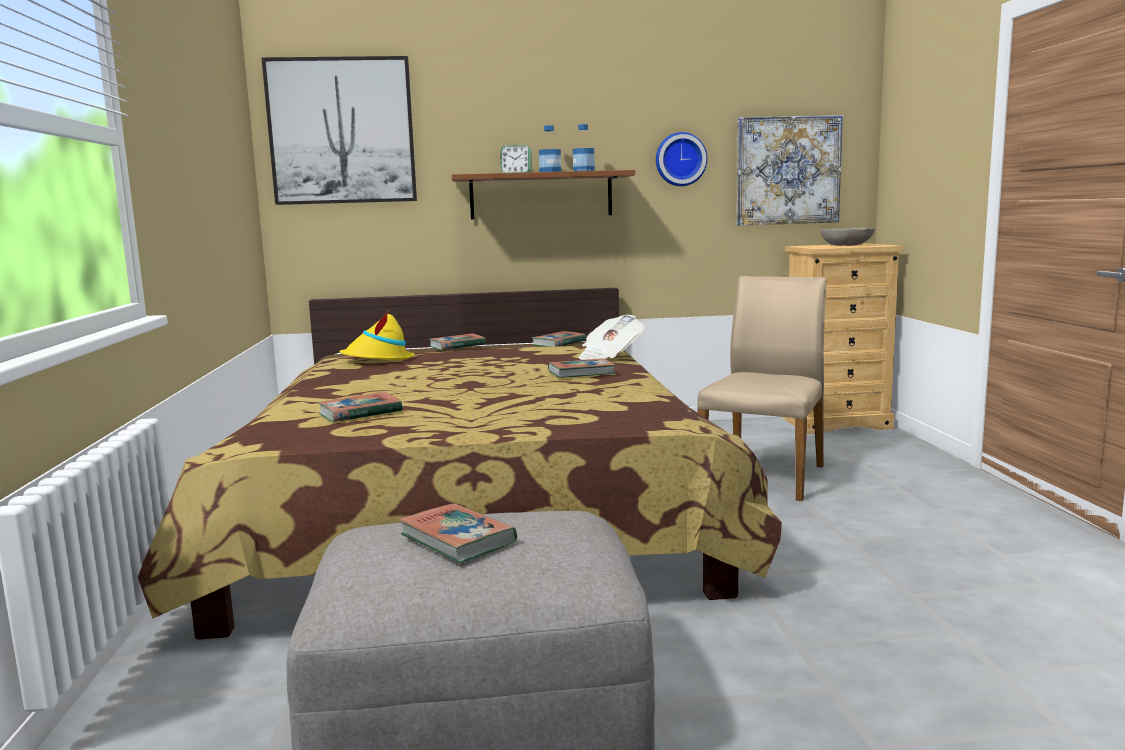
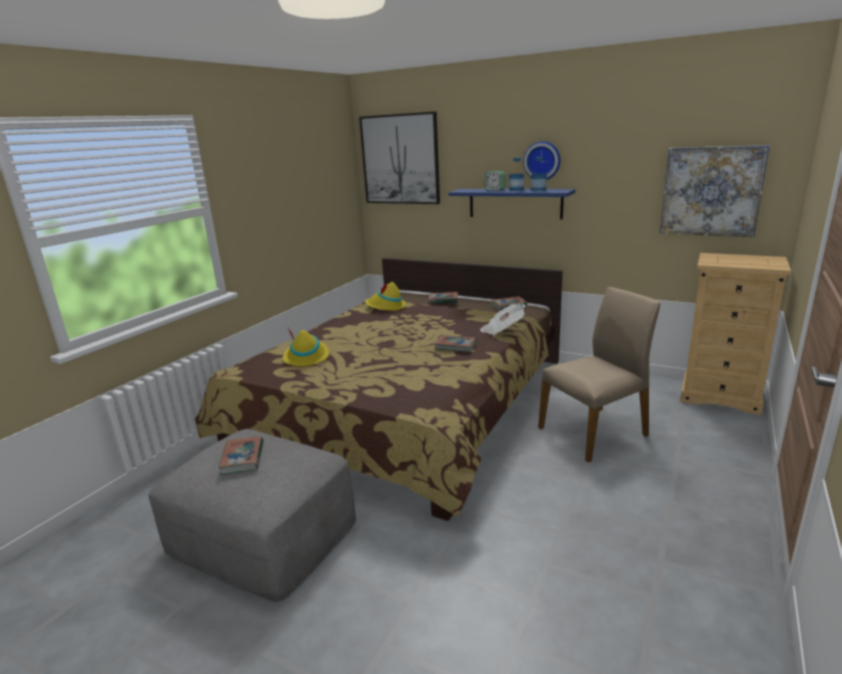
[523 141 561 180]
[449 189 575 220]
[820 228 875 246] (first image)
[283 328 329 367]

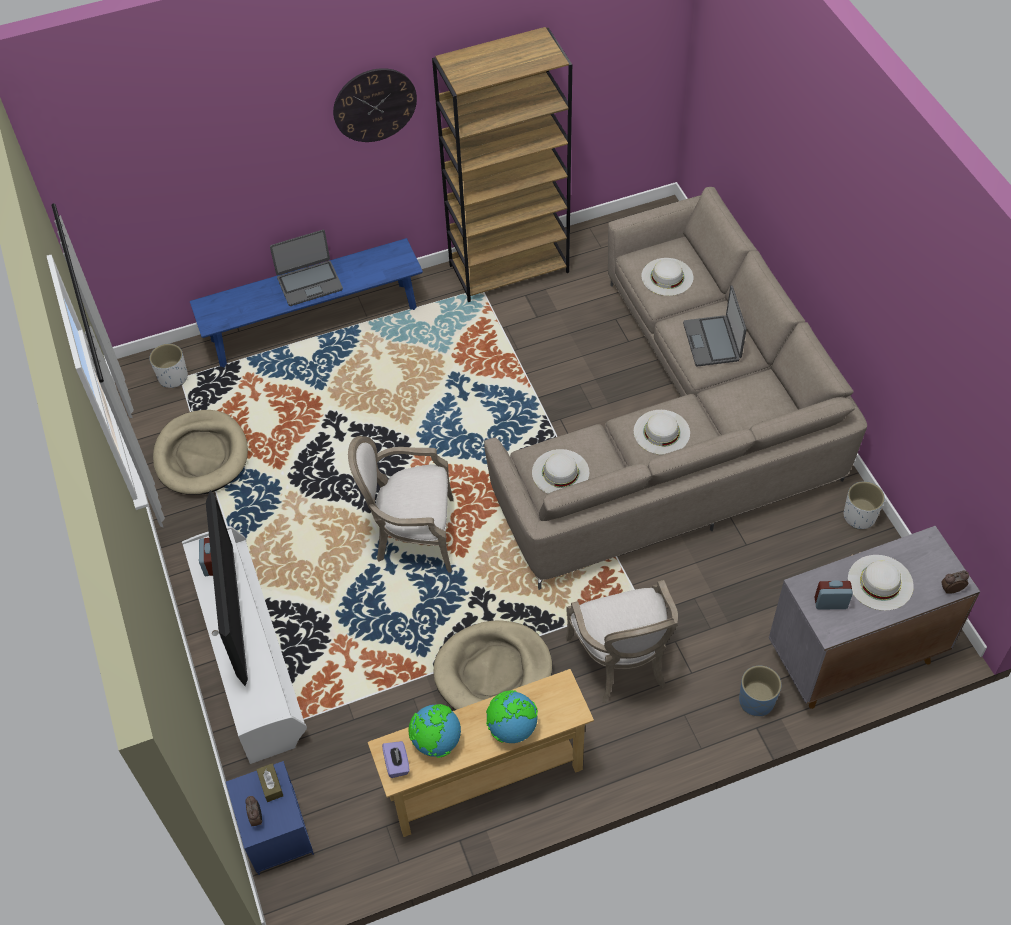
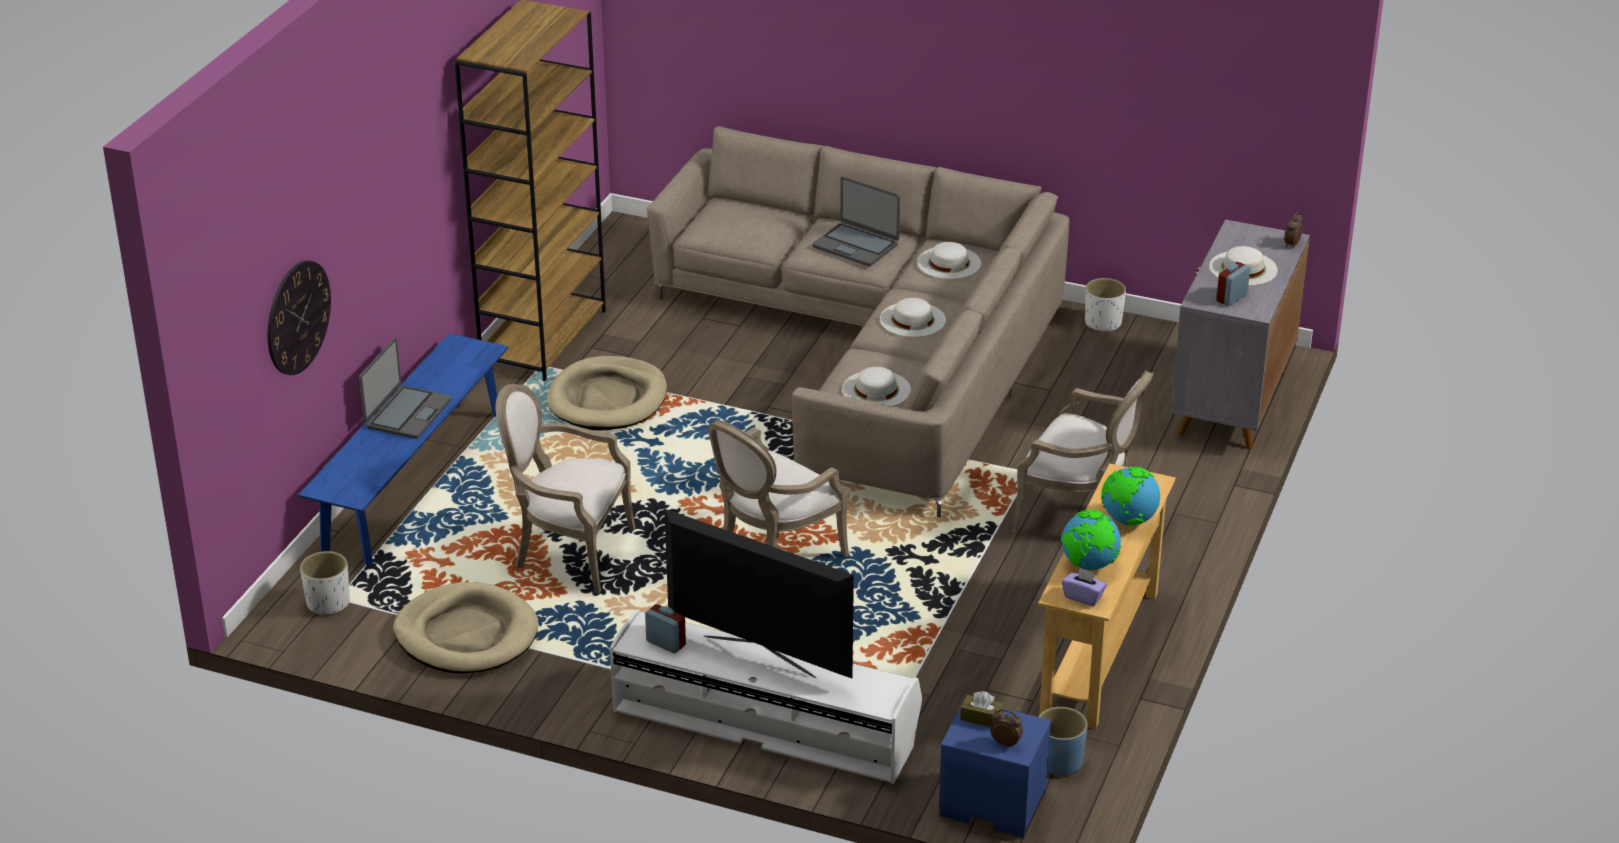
[268 261 331 375]
[917 242 981 279]
[547 356 667 431]
[1038 707 1088 777]
[496 384 636 594]

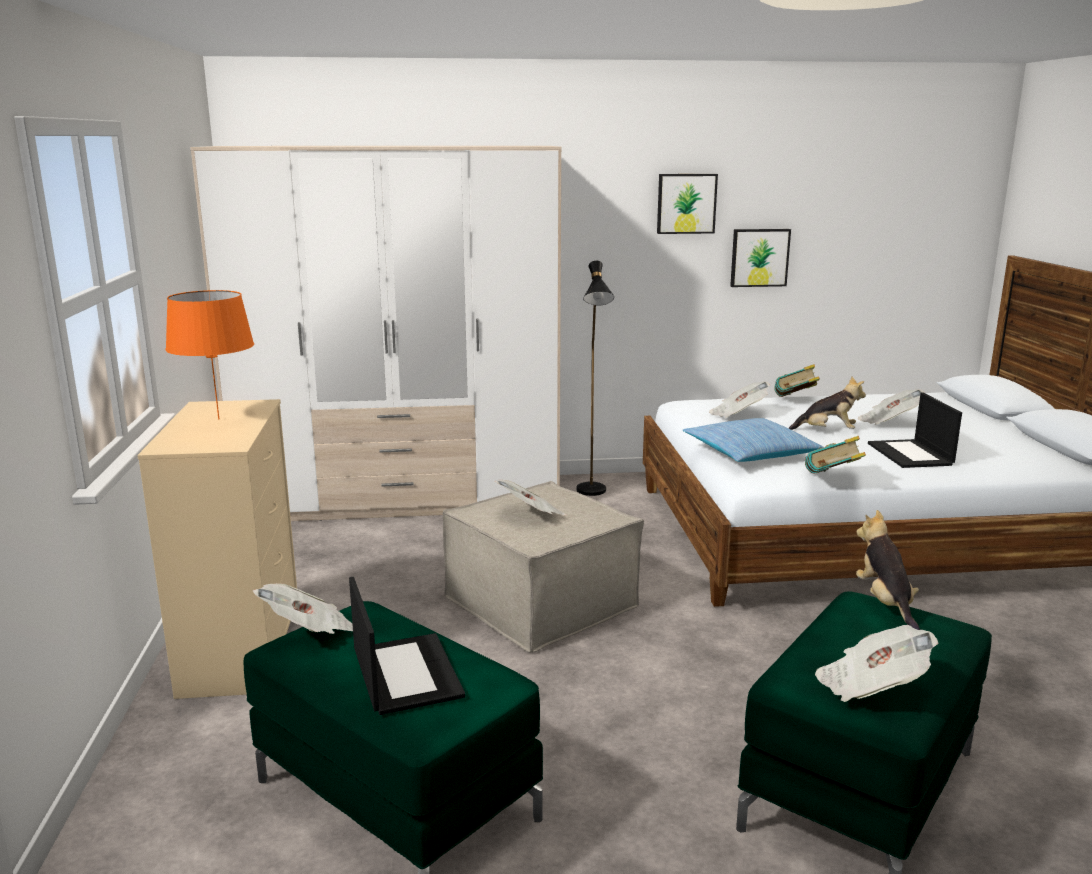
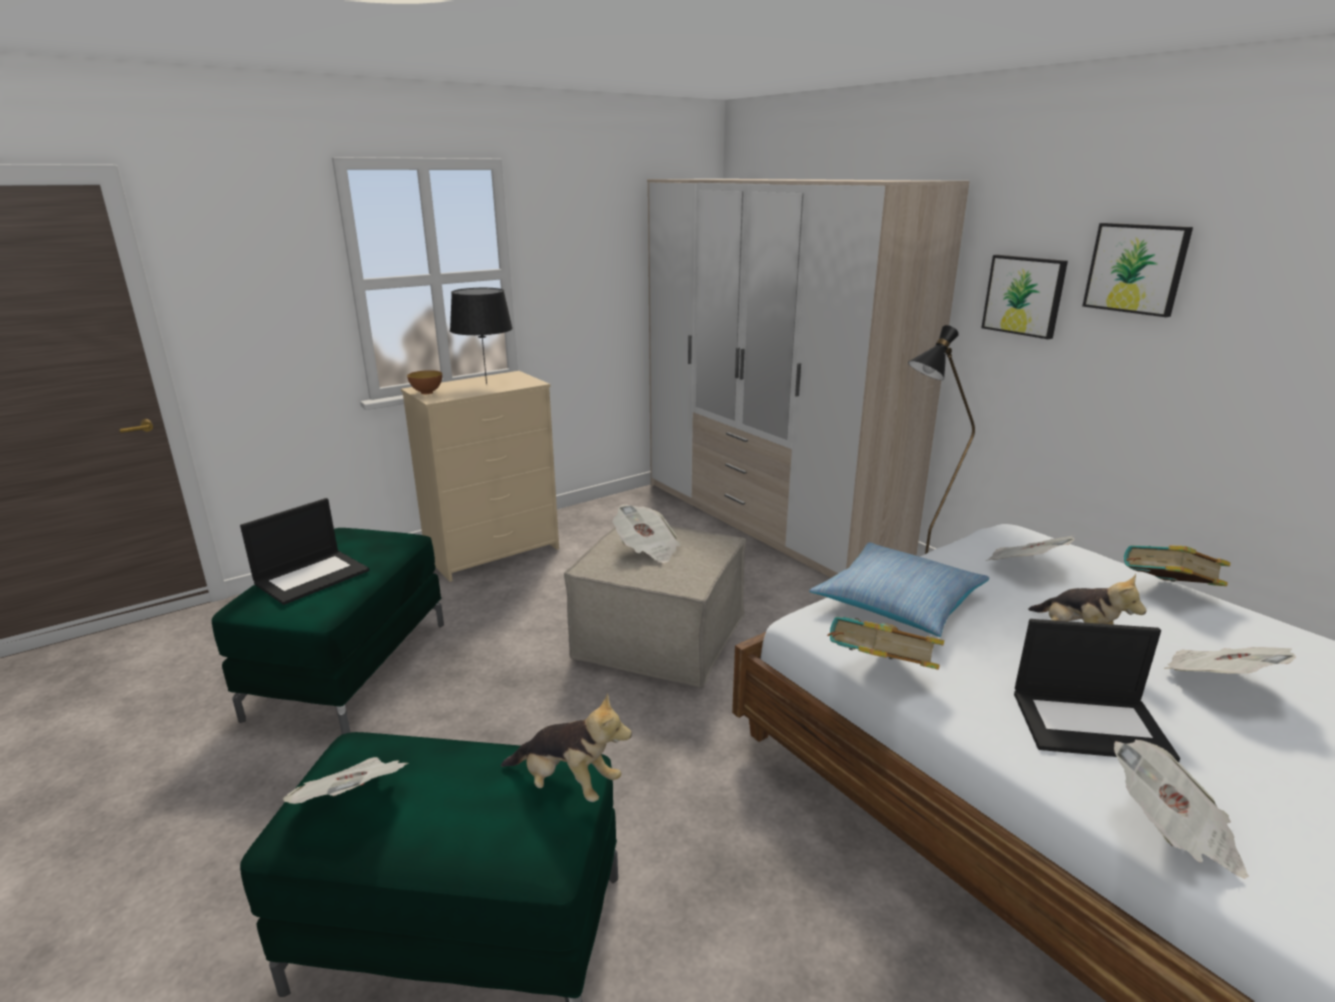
[981 255 1068 339]
[450 288 513 384]
[1014 619 1180 762]
[501 693 632 802]
[1114 739 1249 878]
[407 370 442 394]

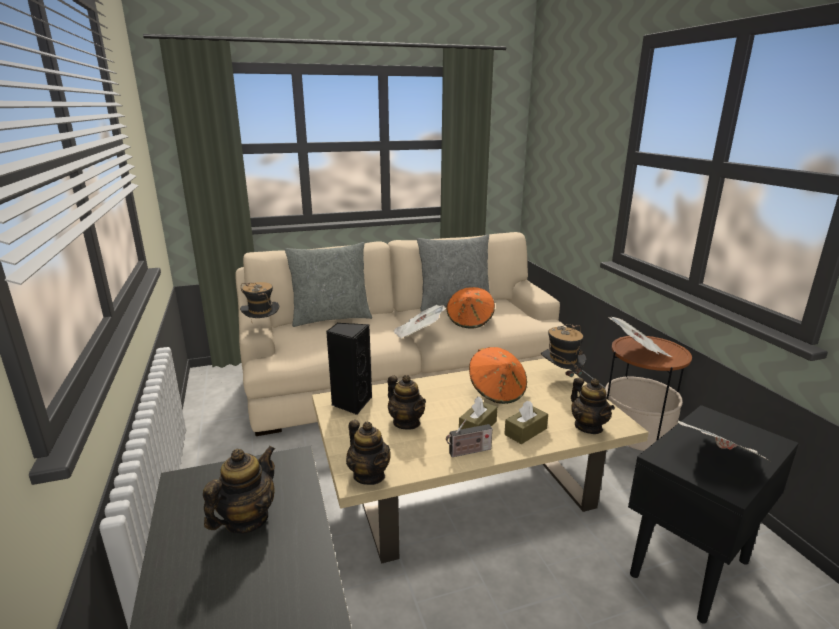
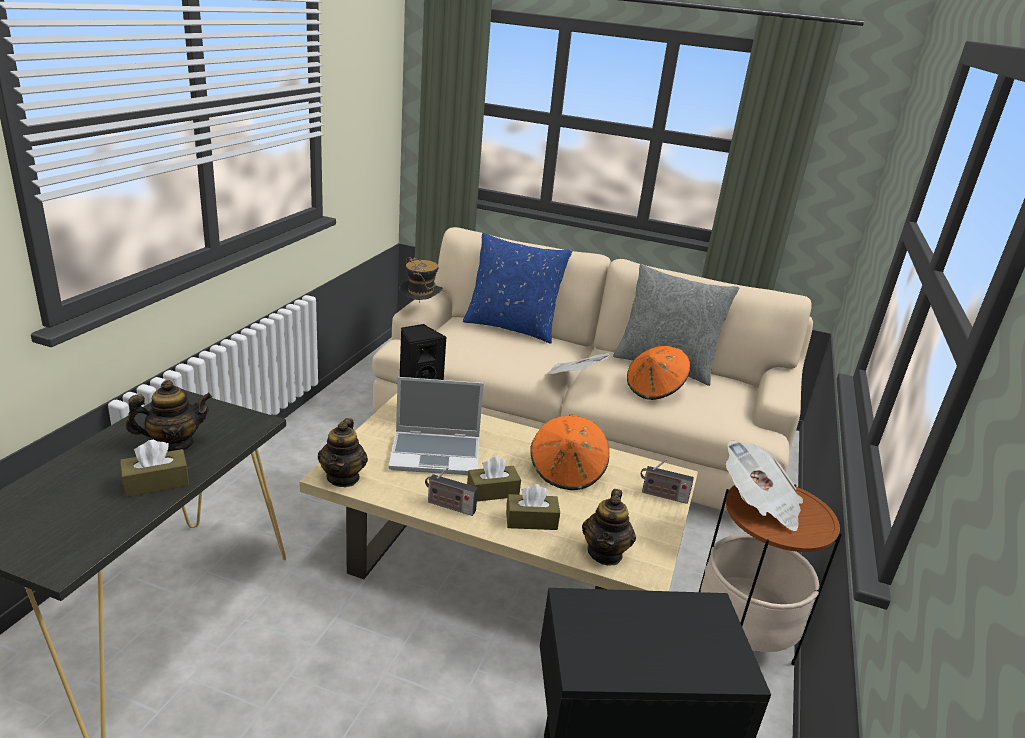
[463 233 572 344]
[641 459 694 504]
[388 377 484 475]
[677 420 770 461] (first image)
[120 440 189 497]

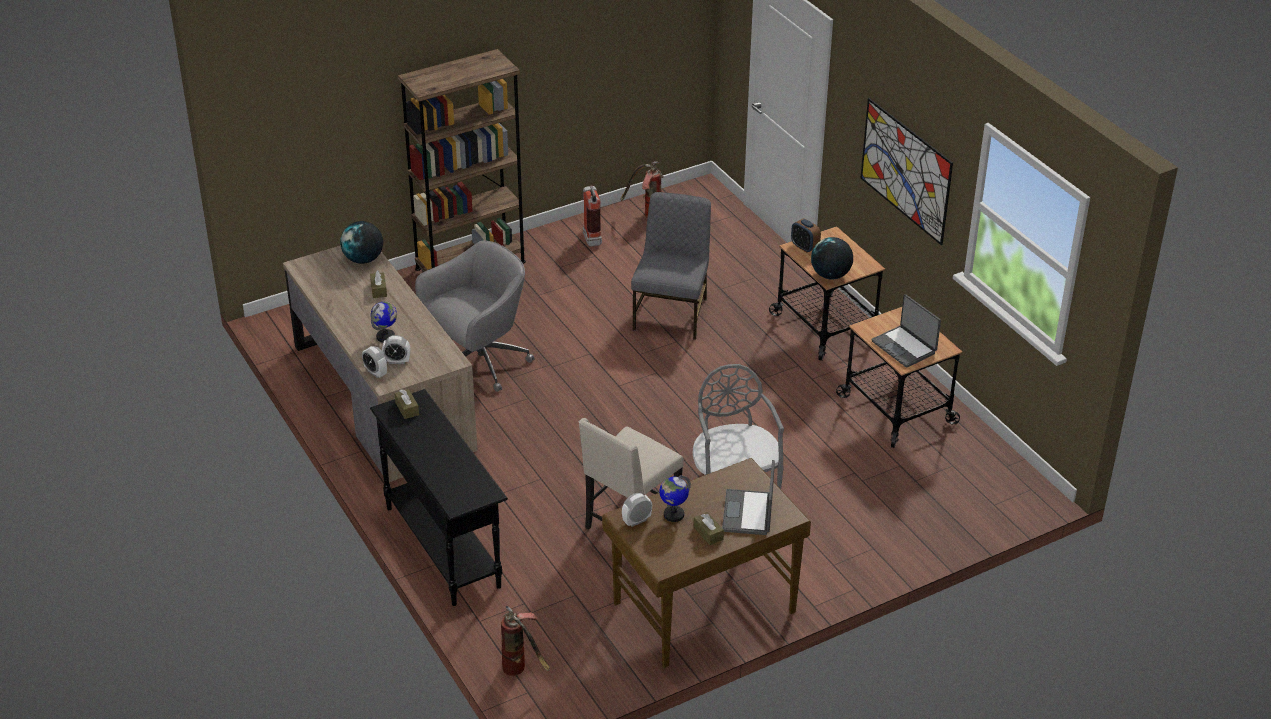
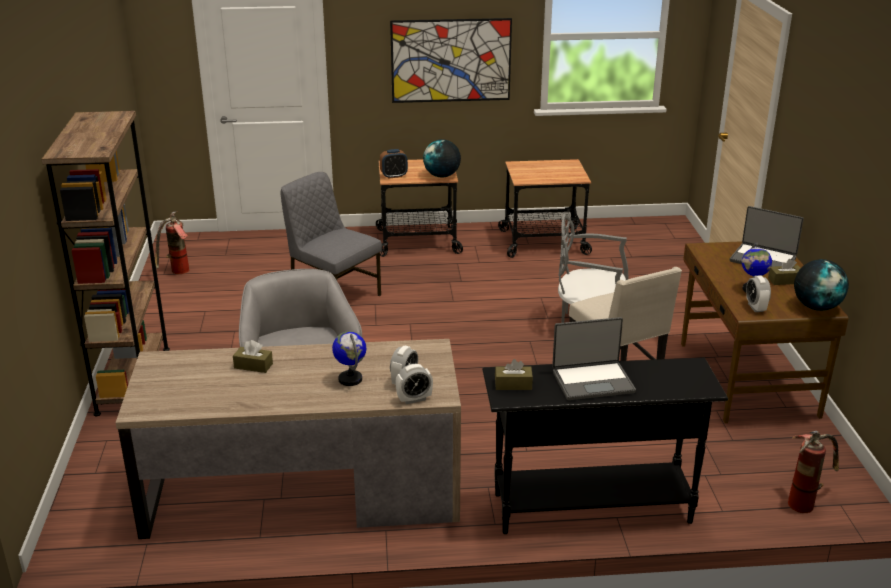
[583 185 602 247] (first image)
[794 259 849 311]
[552 317 636 400]

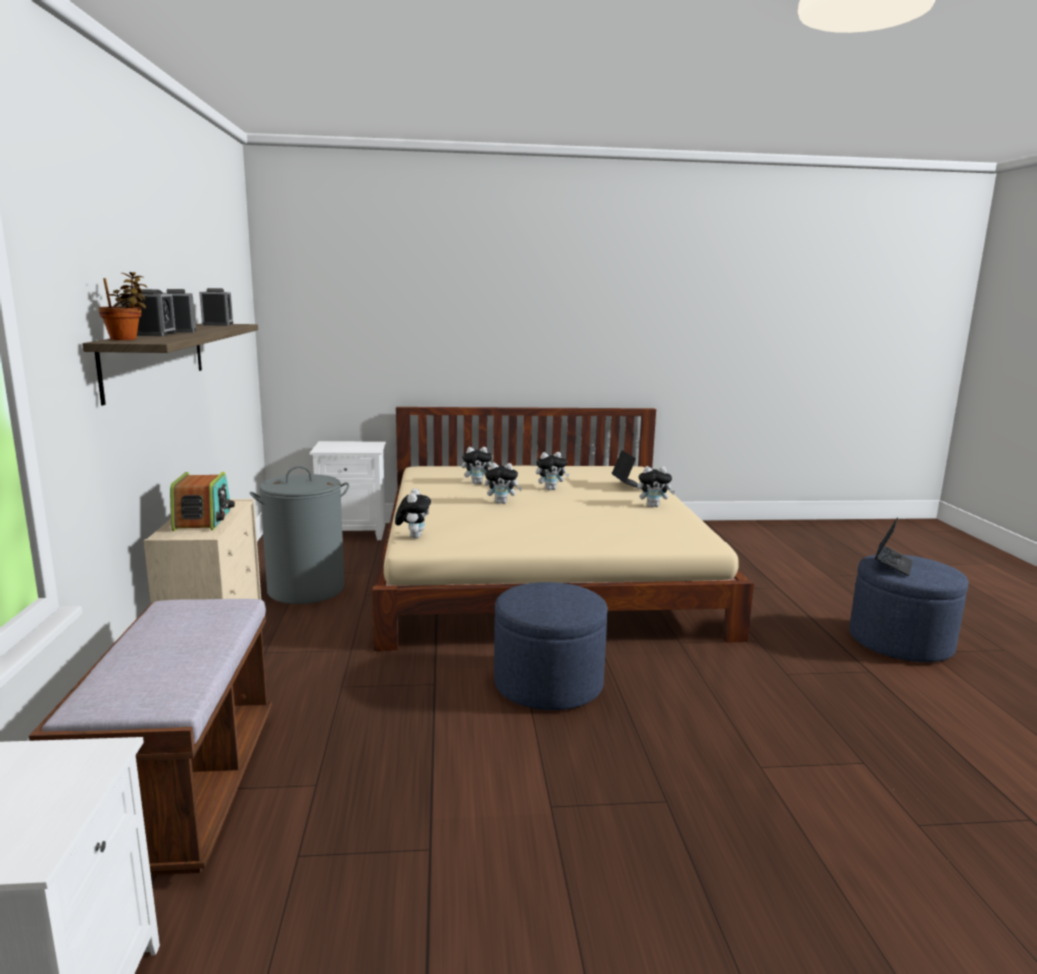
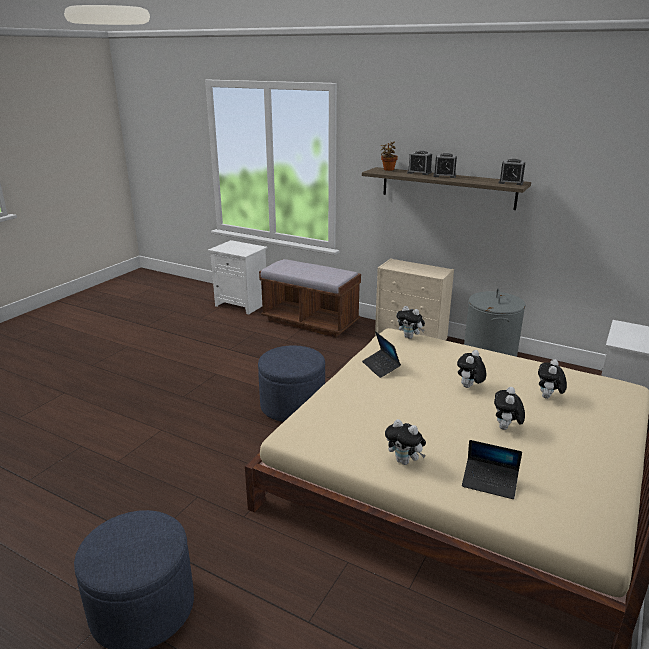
[385 419 426 465]
[170 472 235 531] (first image)
[362 331 401 378]

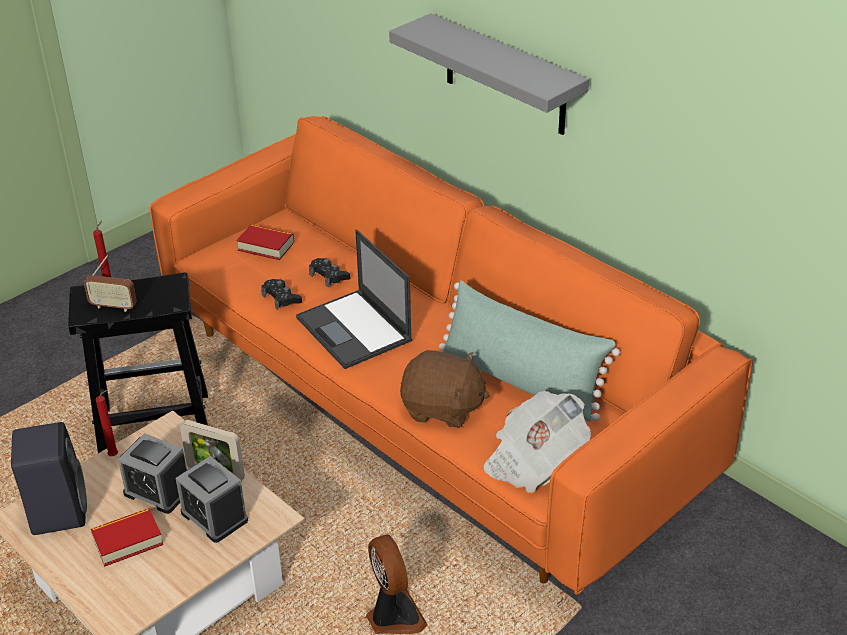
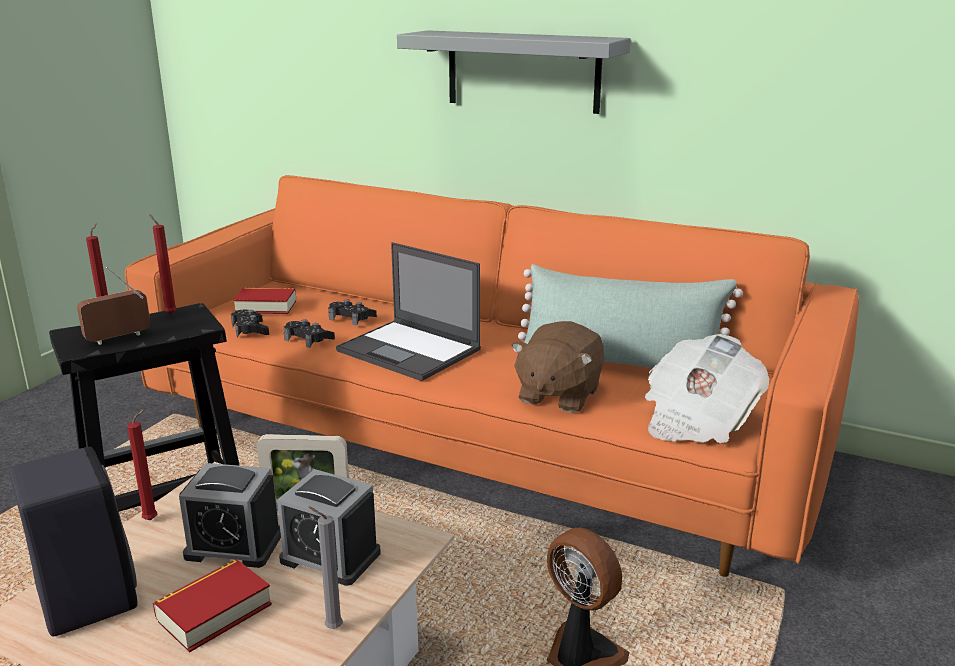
[77 267 151 345]
[511 321 604 413]
[149 214 177 314]
[231 310 269 337]
[308 507 343 629]

